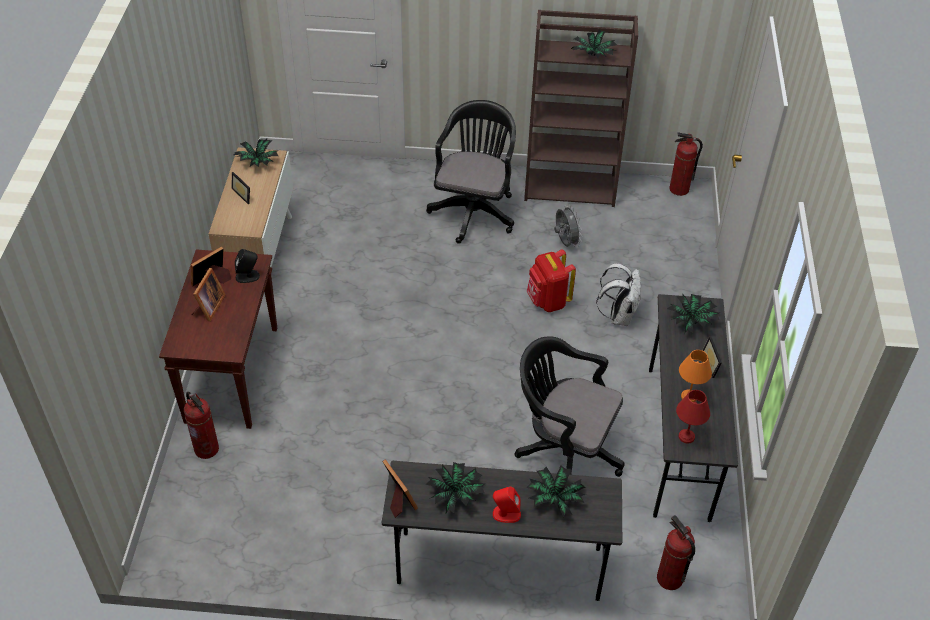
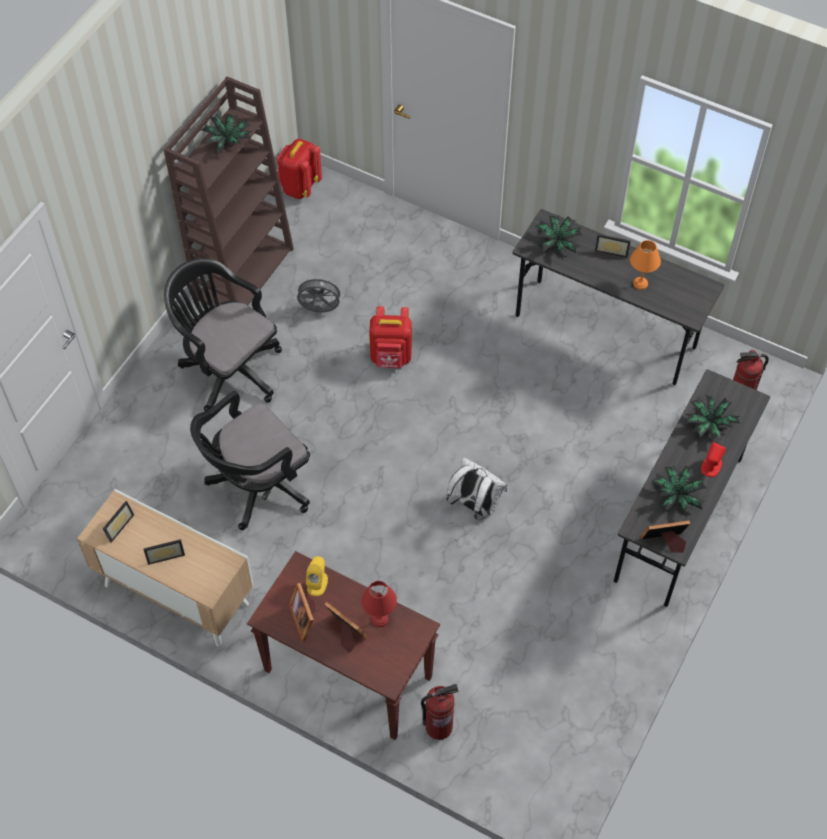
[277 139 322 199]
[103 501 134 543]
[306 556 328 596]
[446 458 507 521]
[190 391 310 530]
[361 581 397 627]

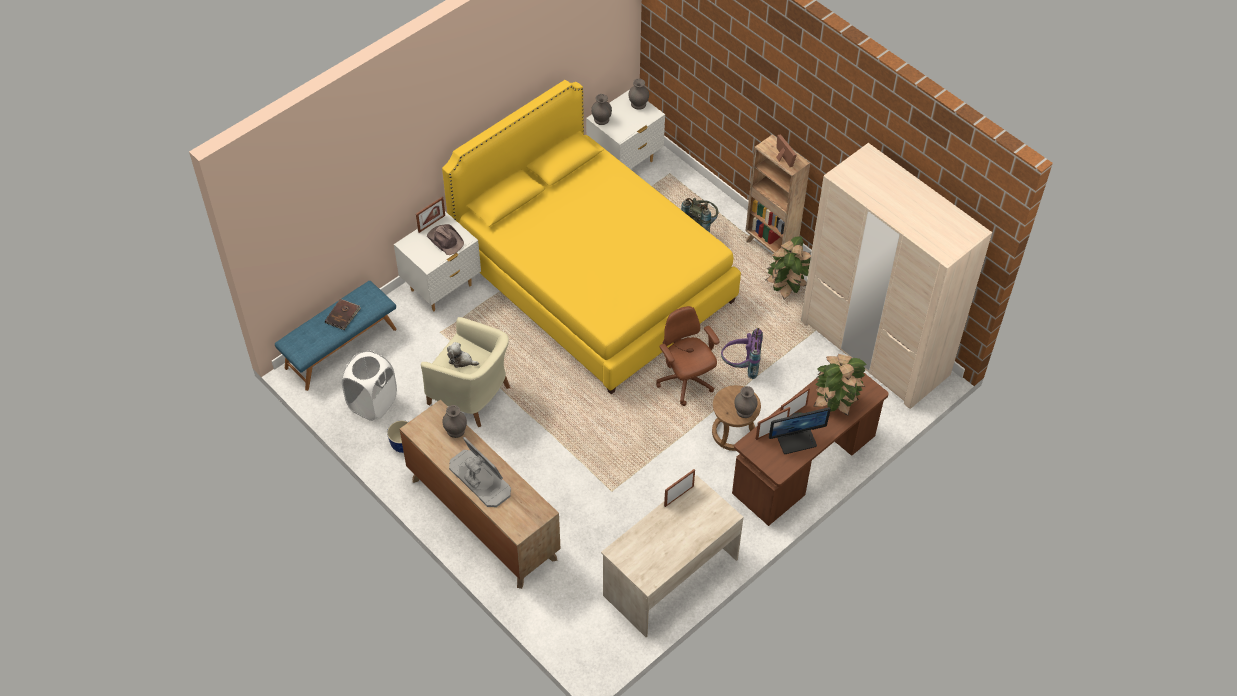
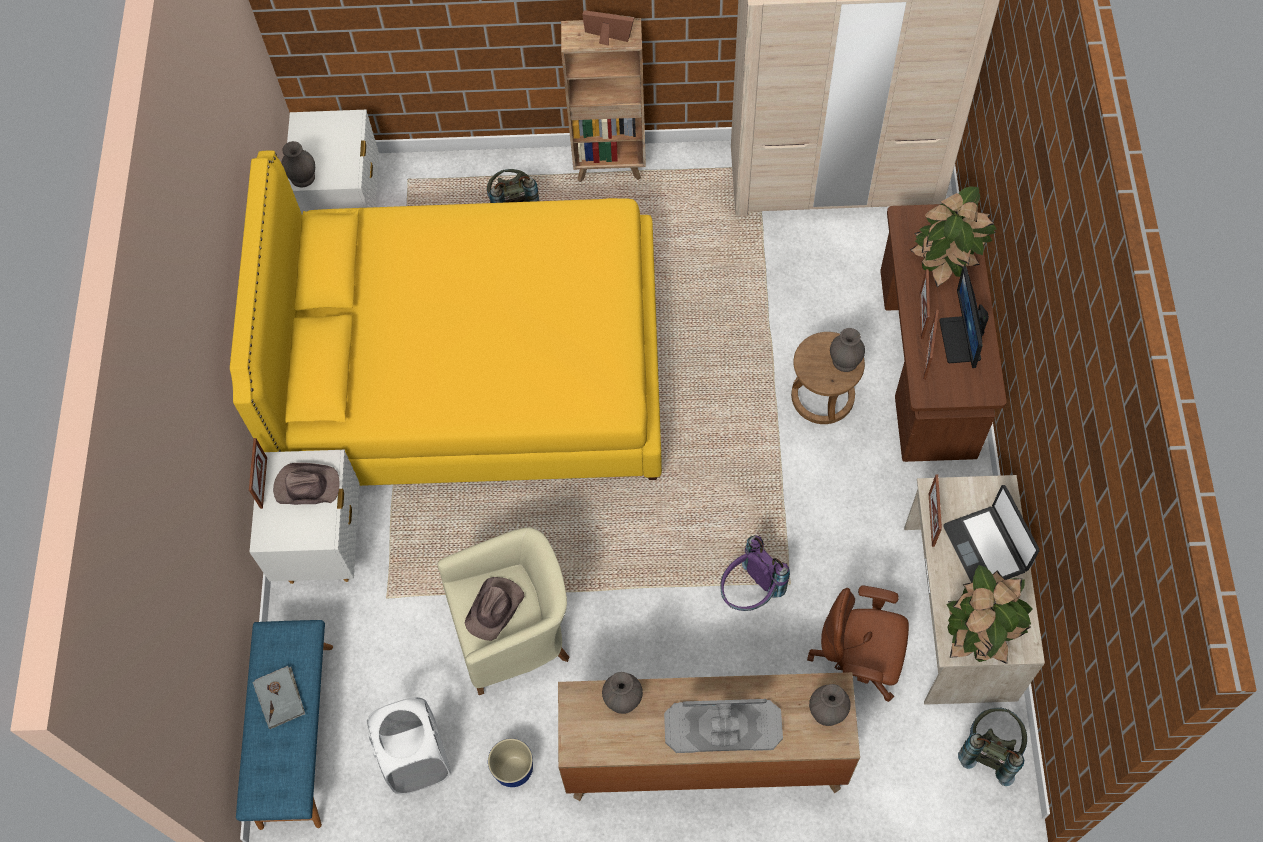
[809 684 851 726]
[946 565 1033 664]
[253 666 305 729]
[807 585 909 702]
[720 535 790 611]
[465 577 524 641]
[939 266 989 368]
[943 485 1039 582]
[958 708 1027 786]

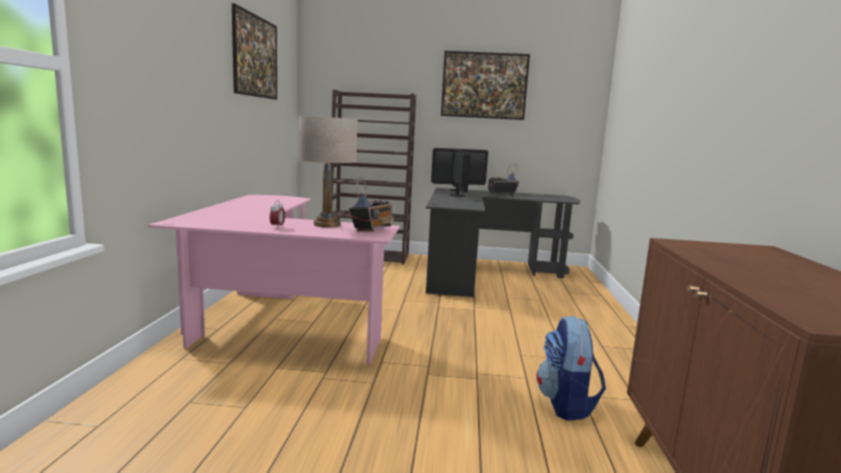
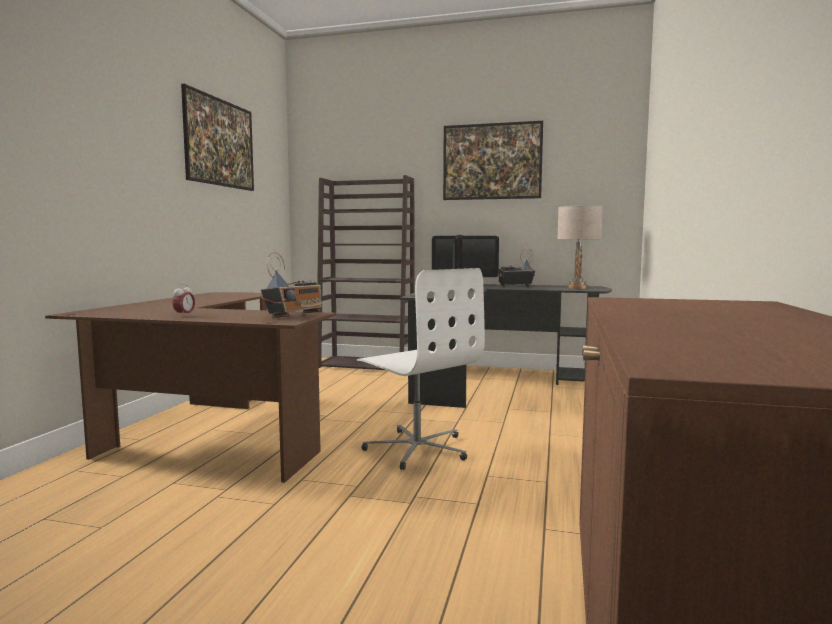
[558 206 603 289]
[45 292 336 483]
[536 316 606 420] (first image)
[357 268 485 470]

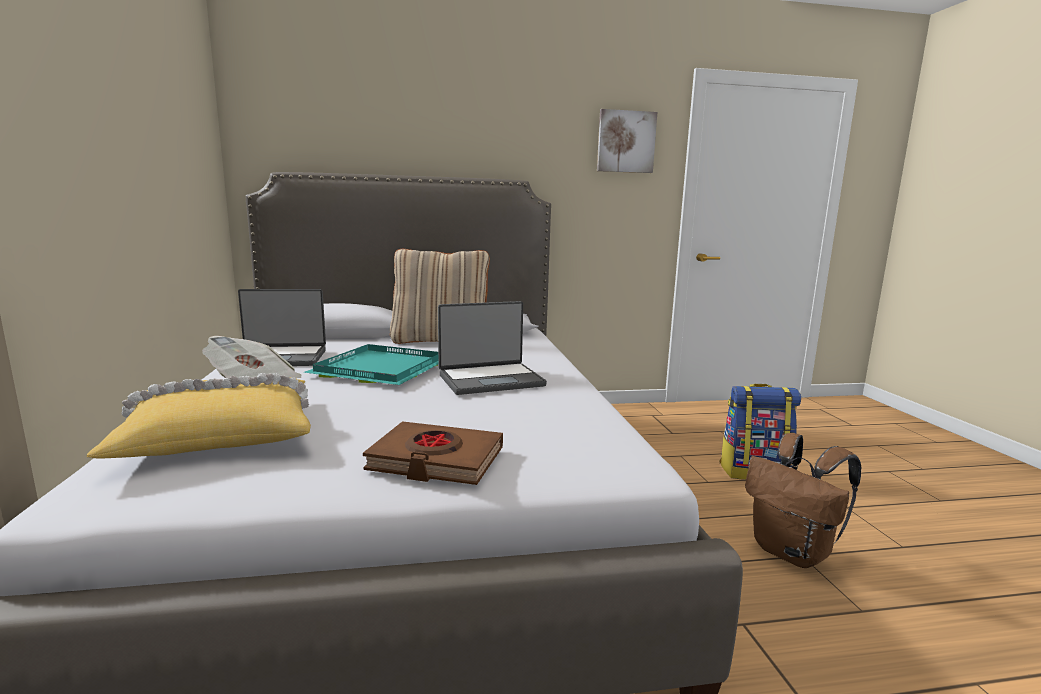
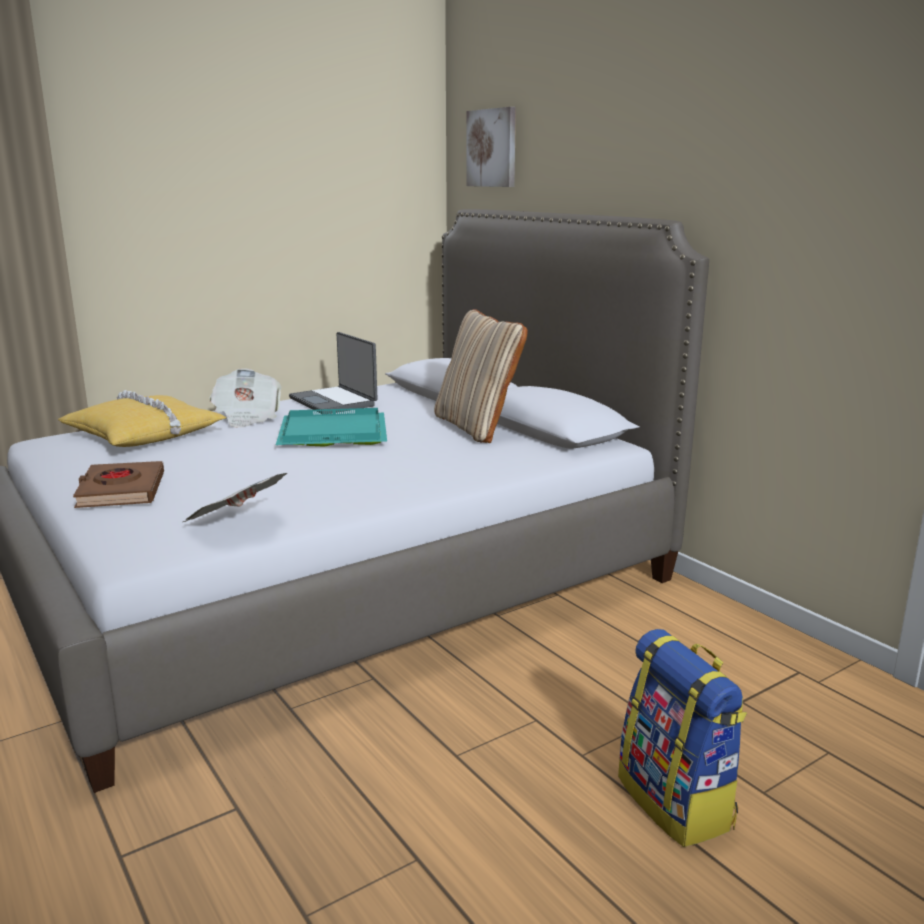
[466 107 516 187]
[438 301 547 395] (first image)
[745 433 861 568] (first image)
[183 473 288 522]

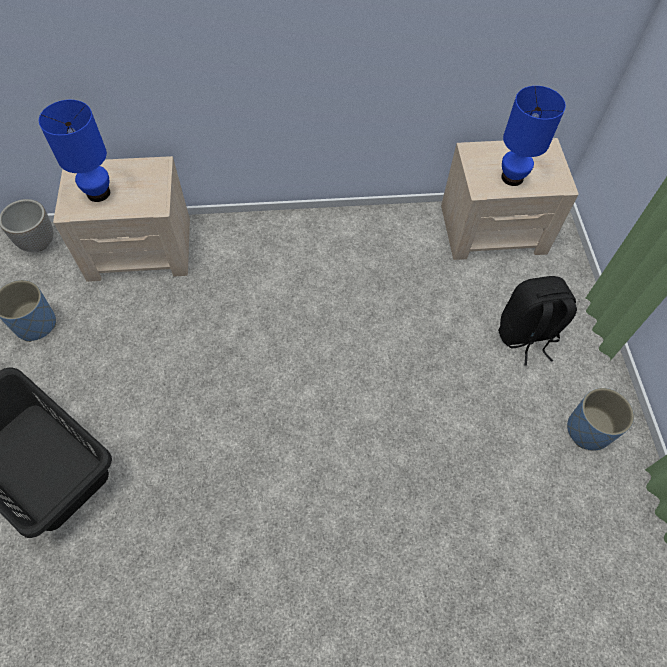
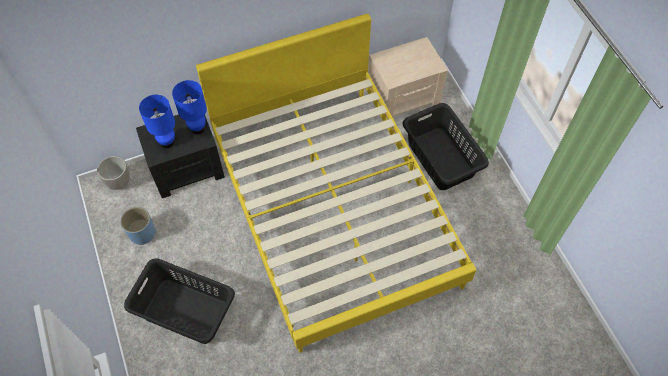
[172 80 207 134]
[136 115 225 198]
[402 103 489 190]
[567 388 634 451] (first image)
[196 13 476 353]

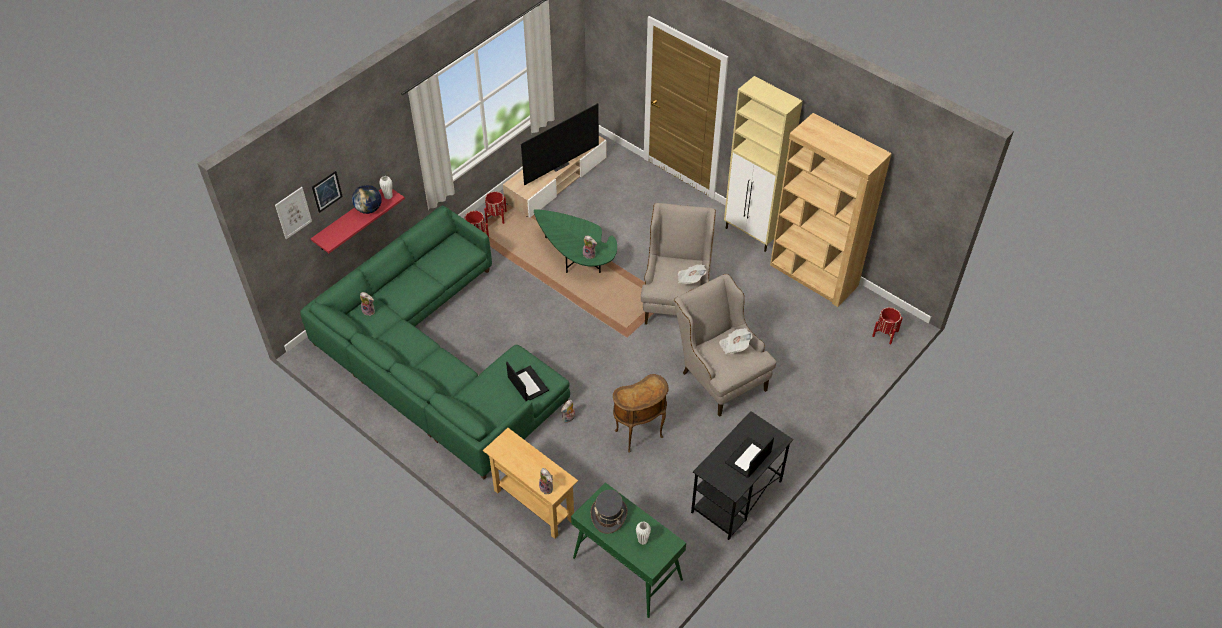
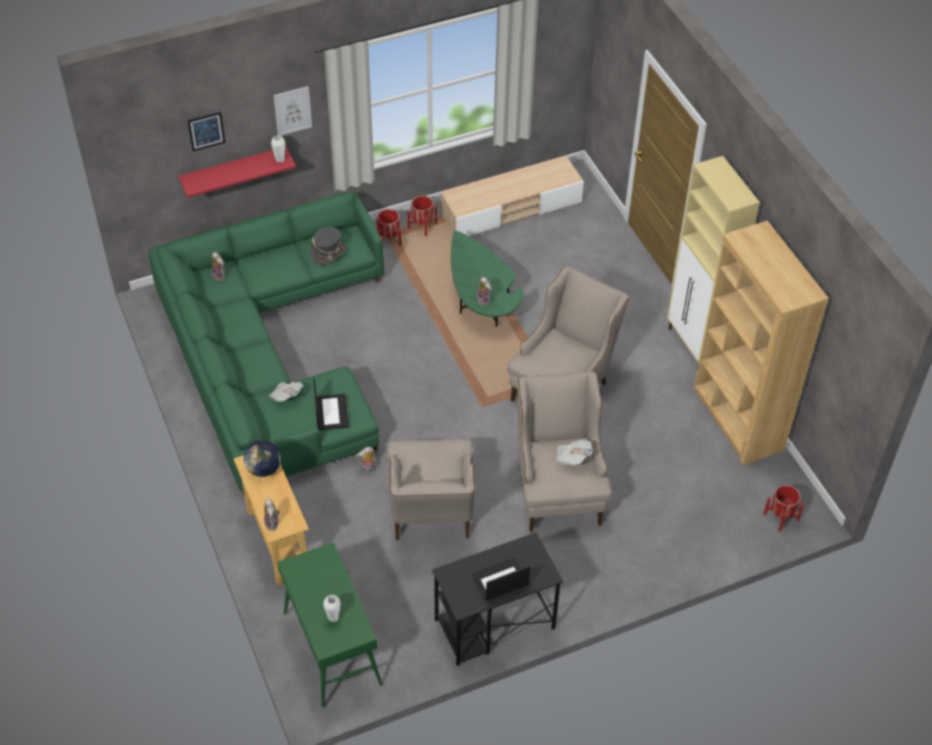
[521 103 599 185] (first image)
[244 440 281 477]
[274 86 312 136]
[269 382 304 402]
[387 439 475 540]
[310 227 347 265]

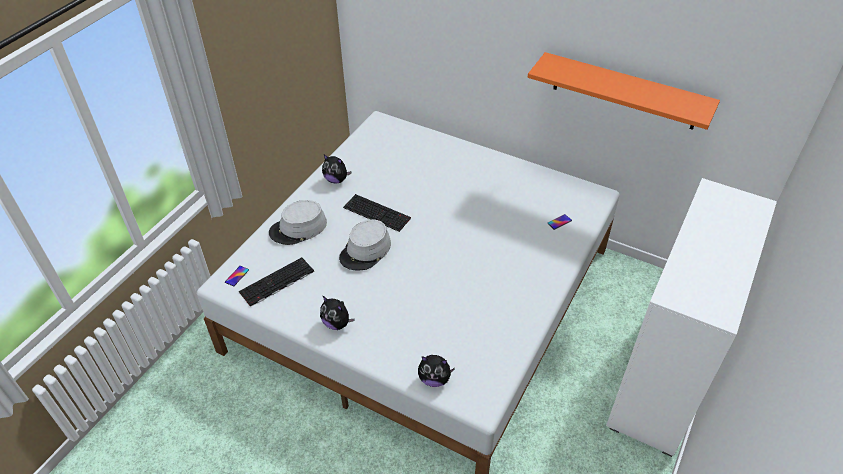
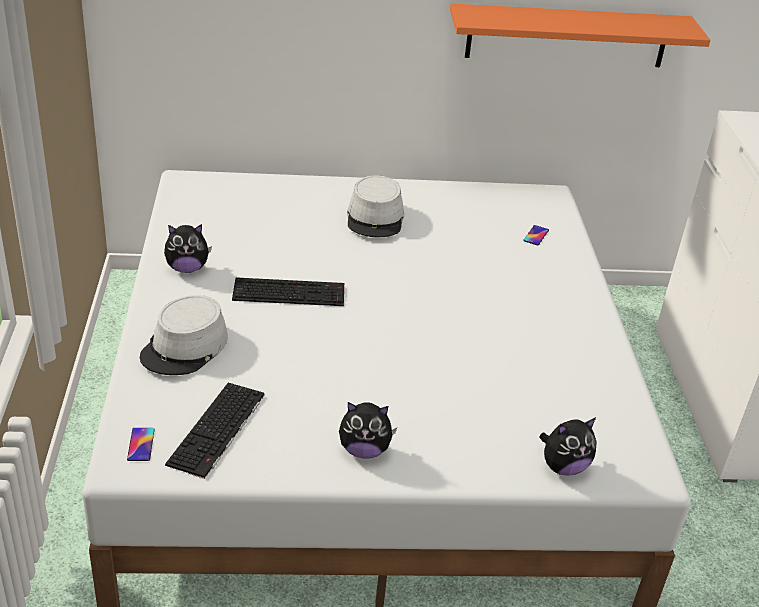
[347 175 404 237]

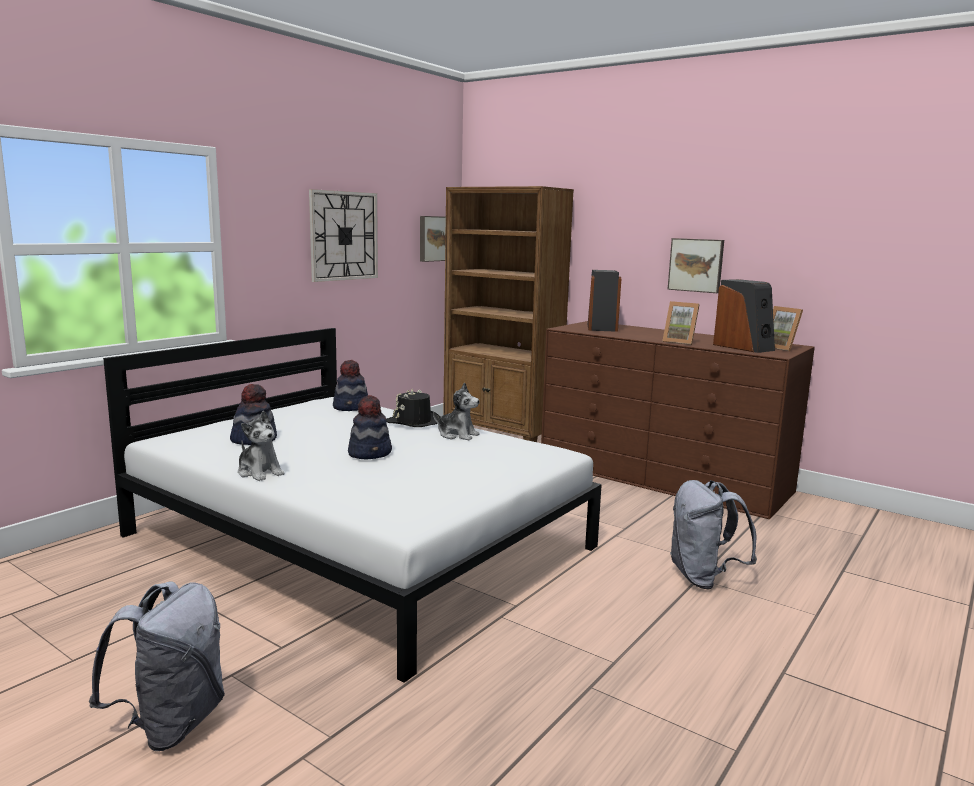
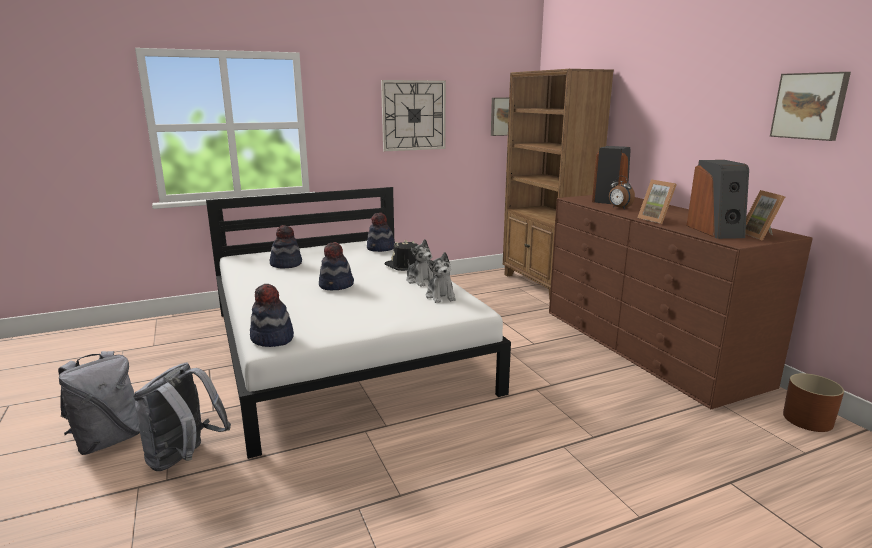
[770 72 851 141]
[426 252 456 303]
[133 362 231 471]
[609 176 635 209]
[250 284 294 347]
[783 373 844 432]

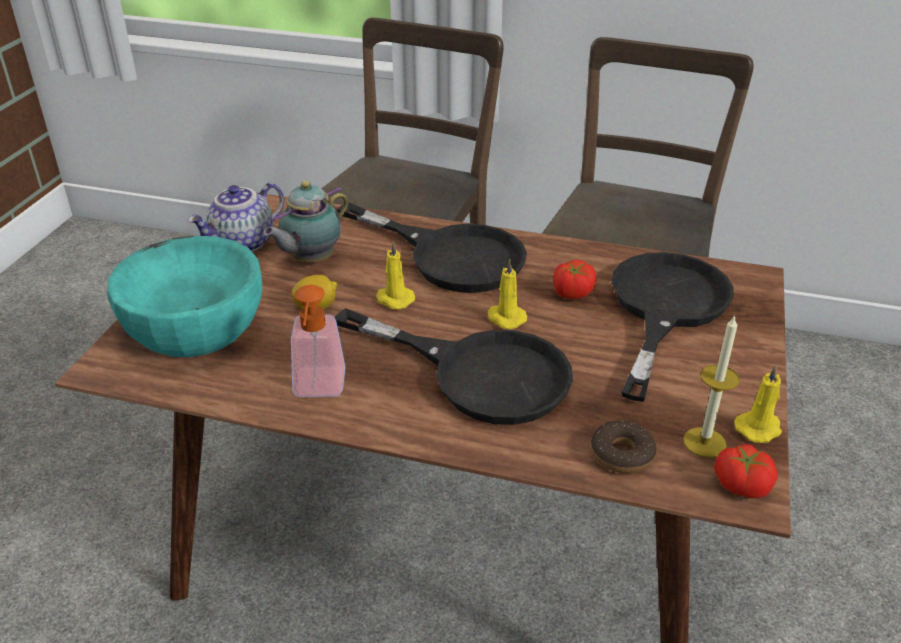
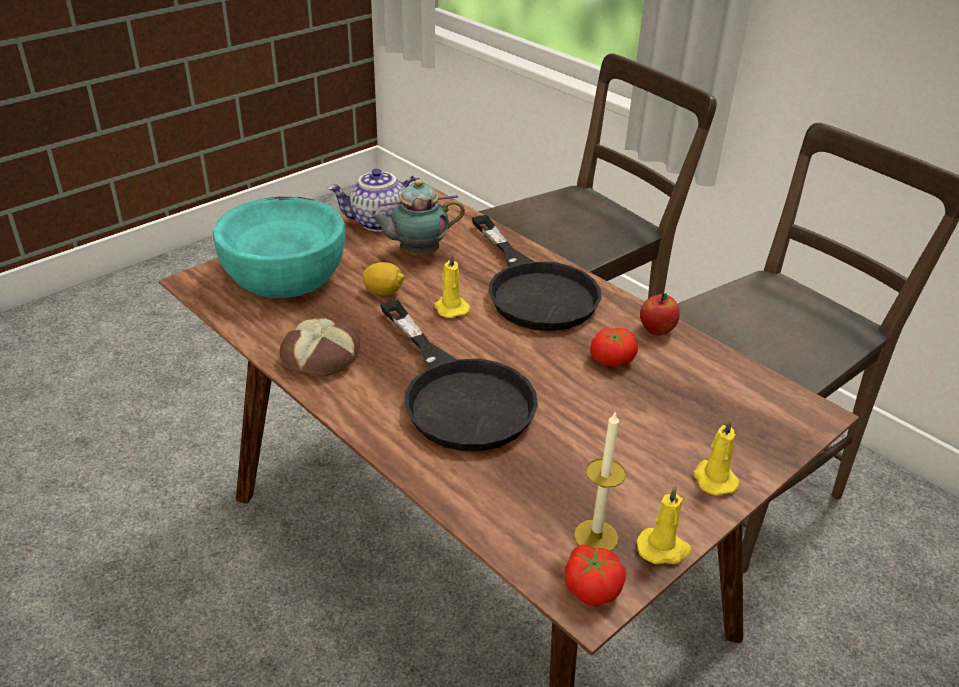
[611 252 734 402] (first image)
[693 418 739 496]
[280 318 361 377]
[591 420 656 474] (first image)
[640 293 680 336]

